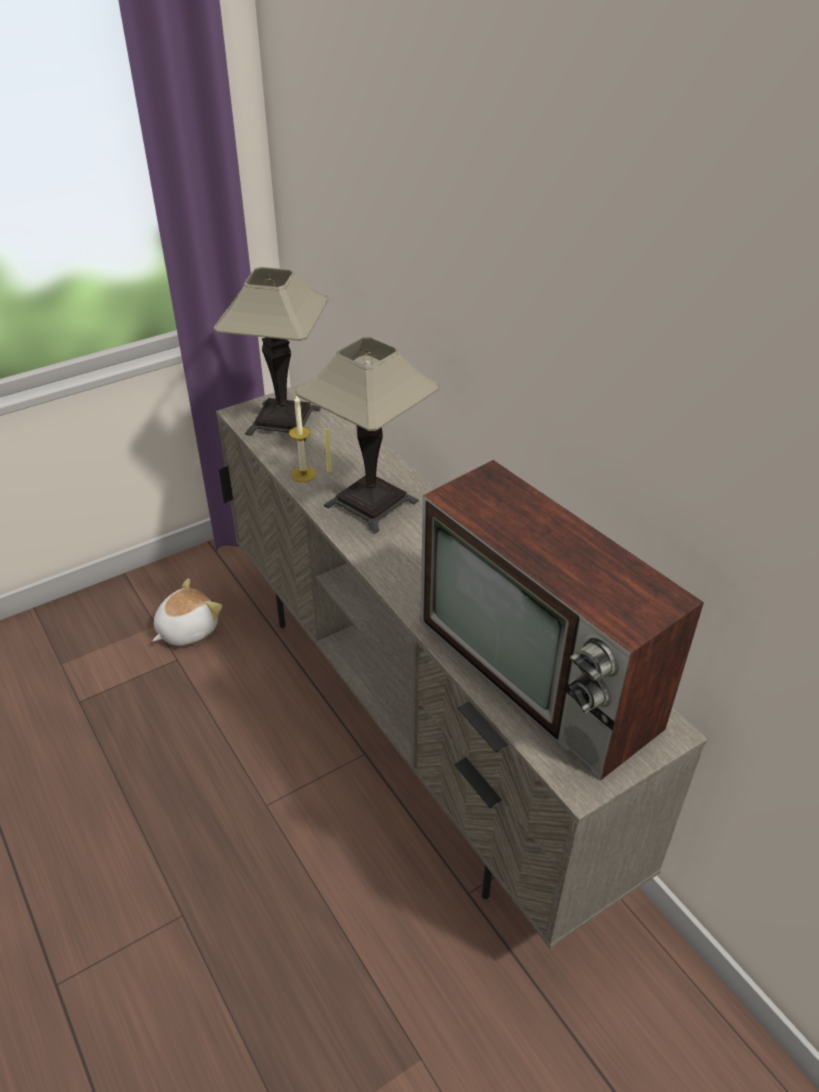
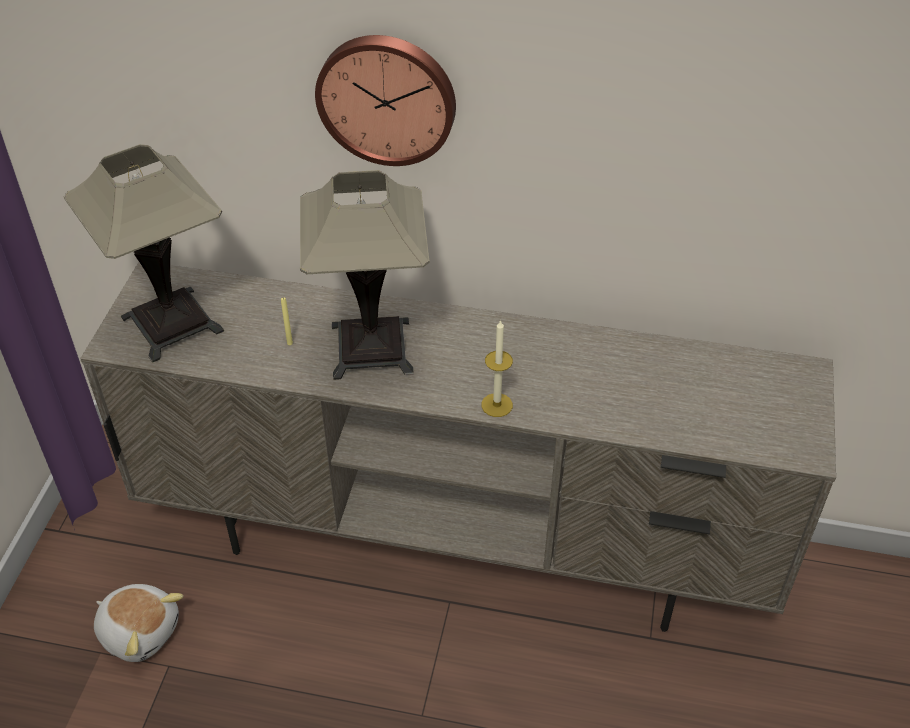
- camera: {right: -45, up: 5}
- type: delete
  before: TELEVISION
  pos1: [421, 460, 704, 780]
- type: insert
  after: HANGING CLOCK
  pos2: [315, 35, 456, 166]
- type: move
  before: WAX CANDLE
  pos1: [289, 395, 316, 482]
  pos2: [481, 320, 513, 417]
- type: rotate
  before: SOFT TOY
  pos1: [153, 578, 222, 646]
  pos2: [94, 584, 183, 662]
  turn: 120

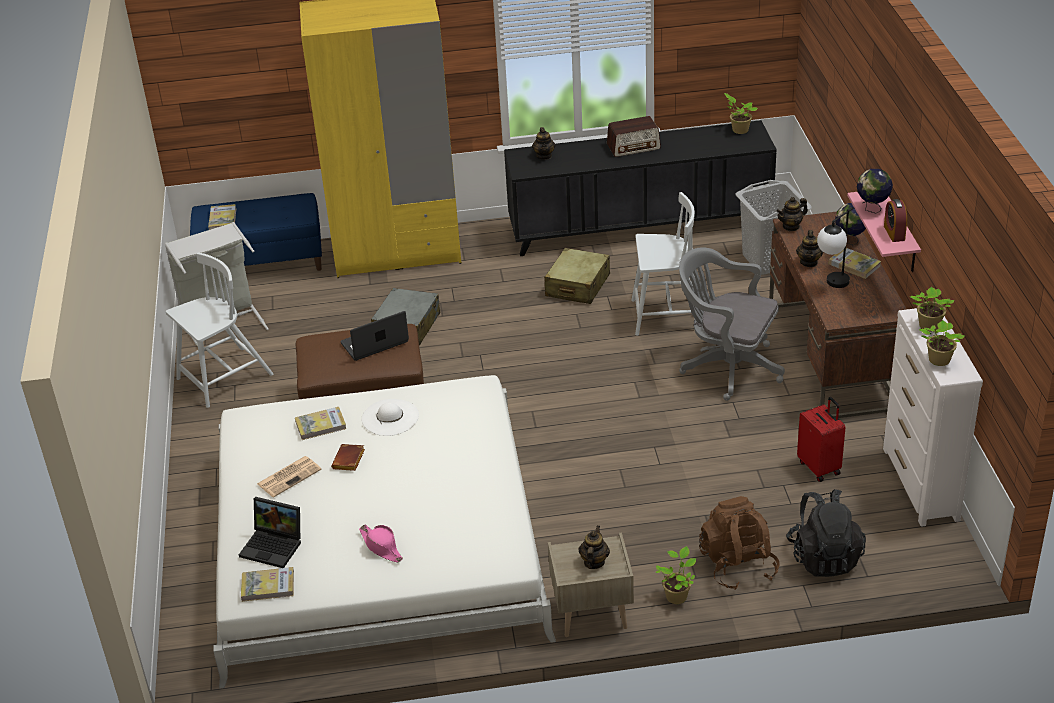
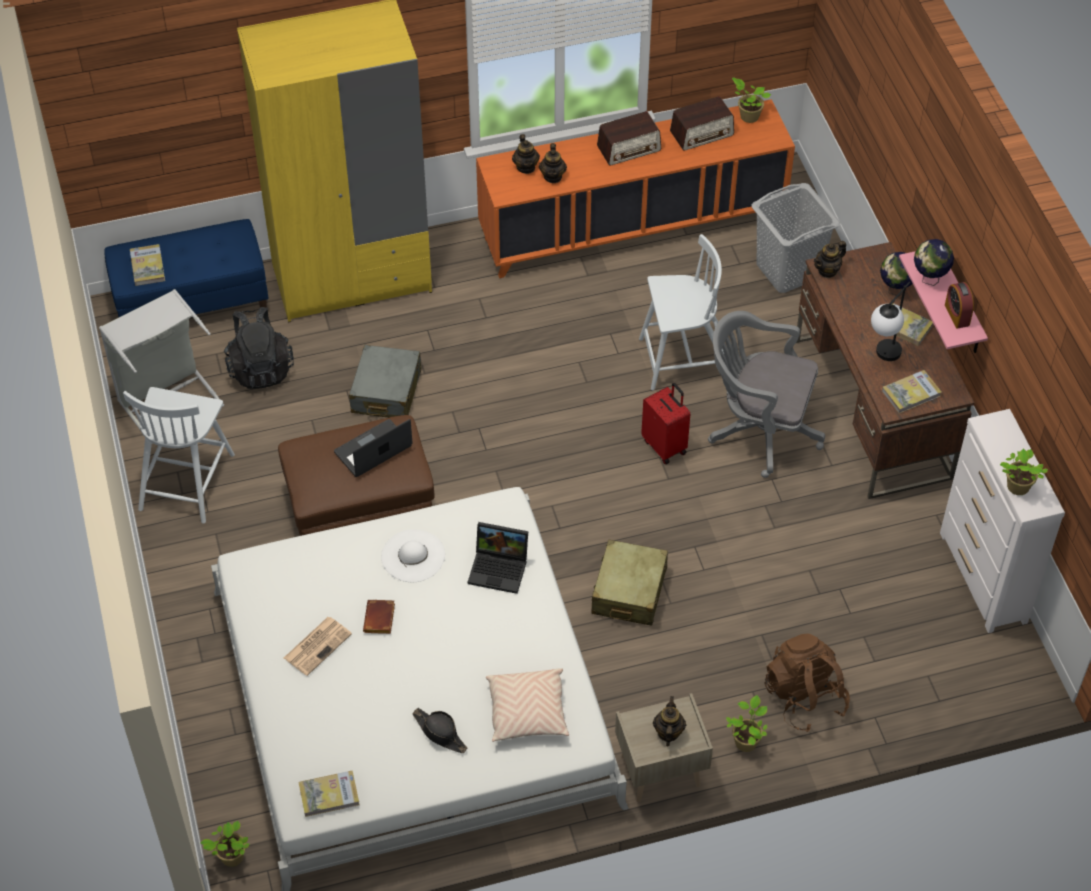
- camera: {right: -10, up: 15}
- type: insert
  after: BEIGE-COLOURED THROW PILLOW
  pos2: [486, 668, 569, 742]
- type: insert
  after: RADIO
  pos2: [670, 96, 734, 151]
- type: move
  before: NOTEBOOK COMPUTER
  pos1: [239, 497, 301, 568]
  pos2: [468, 522, 528, 594]
- type: move
  before: VOLUME
  pos1: [295, 407, 346, 440]
  pos2: [882, 370, 941, 414]
- type: move
  before: BEIGE-COLOURED TRAVEL CASE
  pos1: [544, 248, 610, 304]
  pos2: [591, 539, 668, 626]
- type: move
  before: BLACKISH BACKPACK
  pos1: [786, 489, 866, 577]
  pos2: [224, 307, 294, 389]
- type: move
  before: TEA POT
  pos1: [796, 230, 823, 267]
  pos2: [539, 143, 567, 183]
- type: move
  before: RED-COLOURED TRAVEL CASE
  pos1: [797, 397, 845, 482]
  pos2: [641, 383, 690, 464]
- type: move
  before: PLANT IN A POT
  pos1: [910, 287, 954, 331]
  pos2: [201, 821, 249, 867]
- type: recolor
  before: PINK-COLOURED HAT
  after: BLACKISH HAT
  pos1: [359, 524, 403, 562]
  pos2: [412, 708, 467, 753]
- type: recolor
  before: BLACKISH CABINET
  after: ORANGE-COLOURED CABINET
  pos1: [504, 120, 777, 256]
  pos2: [476, 99, 795, 278]
- type: rotate
  before: WHITE-COLOURED PLAIN CHAIR
  pos1: [166, 252, 274, 408]
  pos2: [123, 387, 235, 524]
  turn: 150

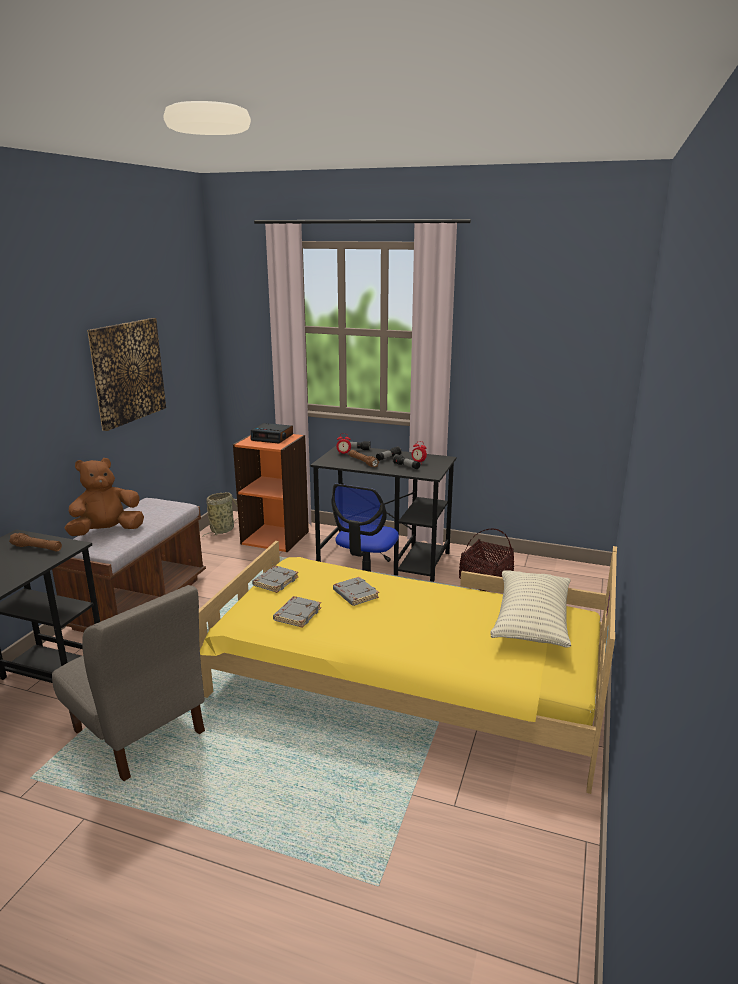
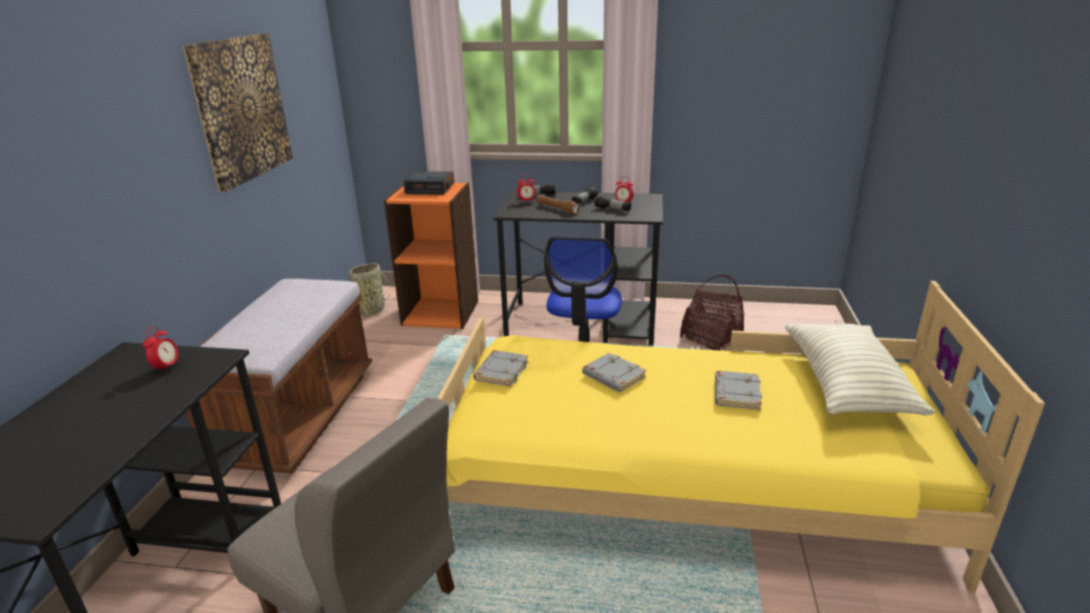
- camera: {right: -10, up: 5}
- type: delete
  before: BROWNISH SOFT TOY
  pos1: [64, 458, 144, 536]
- type: move
  before: GREYISH VOLUME
  pos1: [273, 596, 321, 628]
  pos2: [715, 371, 762, 410]
- type: replace
  before: BROWNISH FLASHLIGHT
  after: TABLE CLOCK
  pos1: [9, 533, 62, 551]
  pos2: [143, 327, 180, 373]

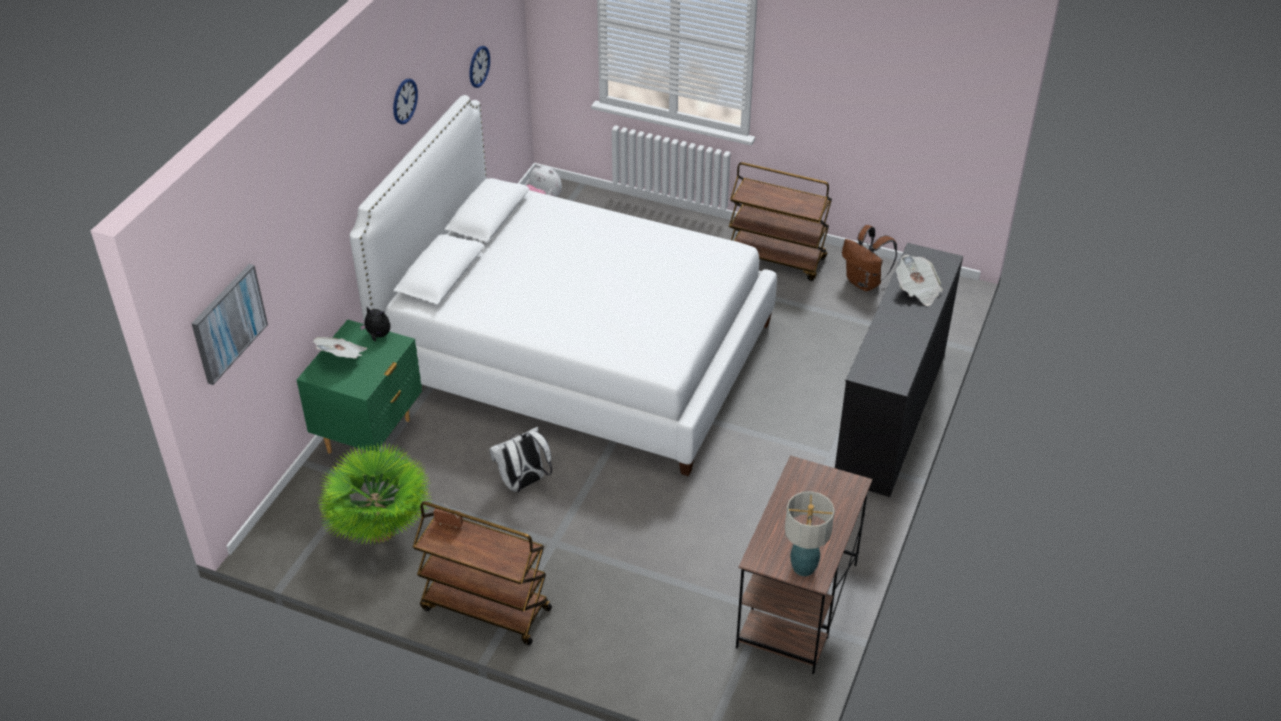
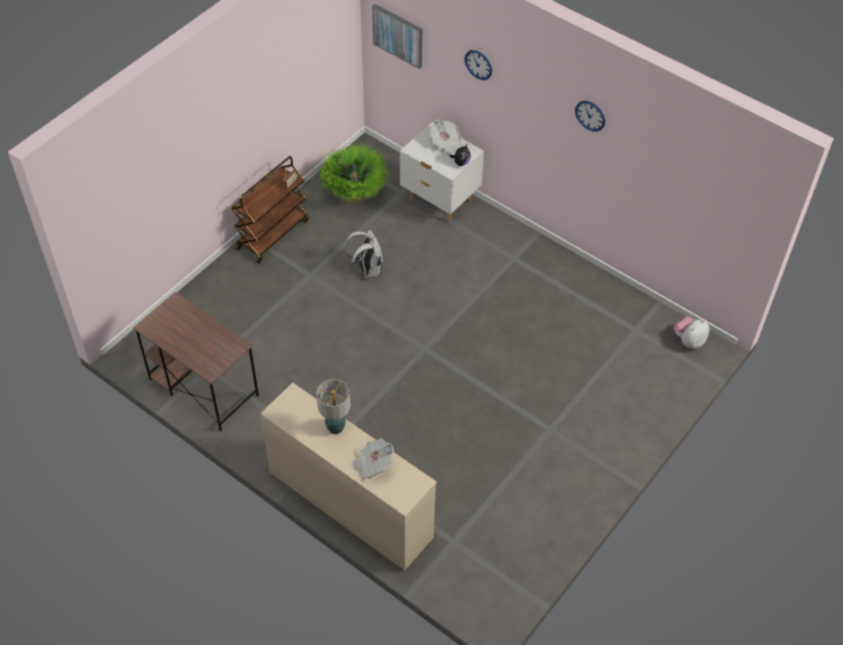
- camera: {right: 105, up: 10}
- type: delete
  before: WHITE-COLOURED SLEEPING BED
  pos1: [350, 95, 777, 476]
- type: delete
  before: BROWNISH WHEELED CART
  pos1: [729, 162, 832, 281]
- type: delete
  before: BROWNISH BACKPACK
  pos1: [842, 225, 897, 291]
- type: move
  before: HANGING CLOCK
  pos1: [470, 46, 490, 88]
  pos2: [464, 50, 492, 80]
- type: move
  before: TABLETOP LAMP
  pos1: [785, 491, 835, 576]
  pos2: [316, 379, 351, 434]
- type: recolor
  before: GREENISH NIGHTSTAND
  after: WHITE-COLOURED NIGHTSTAND
  pos1: [297, 320, 422, 454]
  pos2: [400, 122, 484, 222]
- type: recolor
  before: BLACKISH CHEST OF DRAWERS
  after: BEIGE-COLOURED CHEST OF DRAWERS
  pos1: [835, 243, 963, 497]
  pos2: [260, 383, 437, 571]

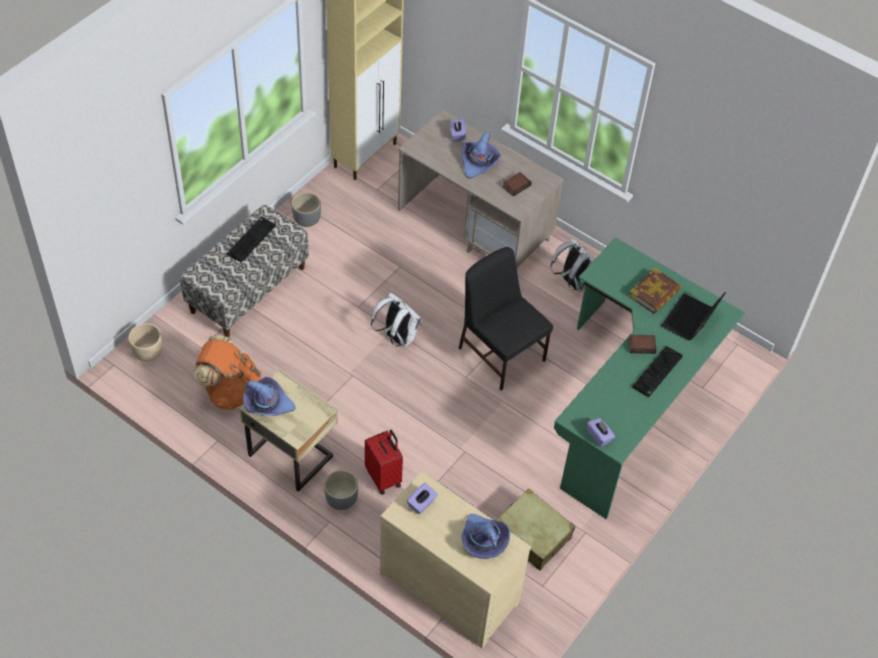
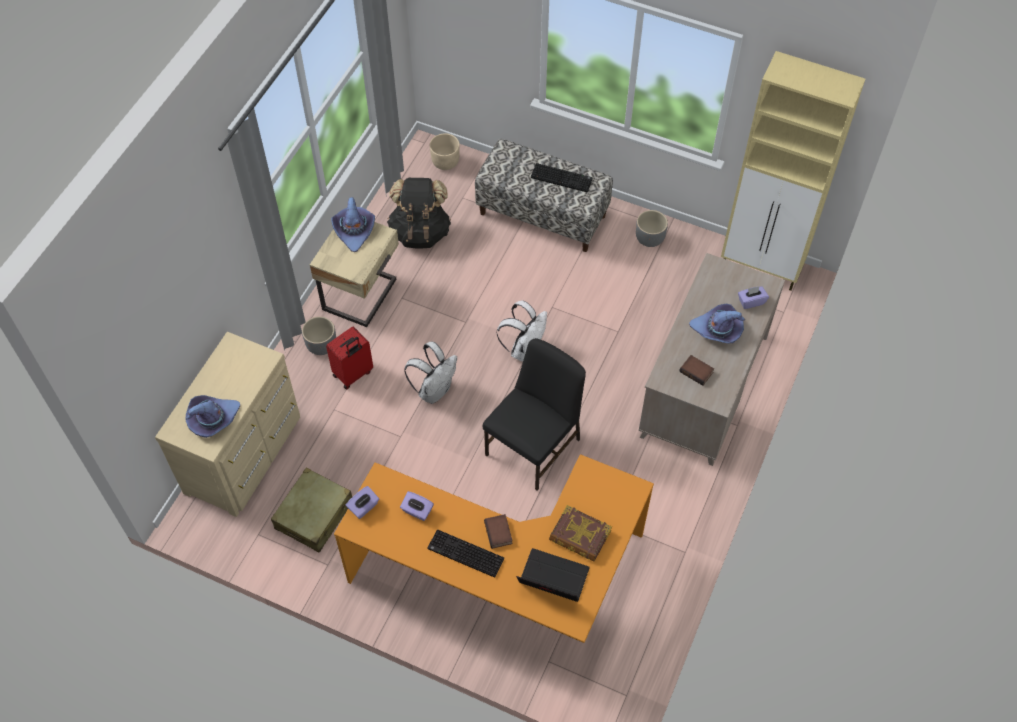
- camera: {right: 80, up: 5}
- type: move
  before: PURPLISH BOX OF TISSUES
  pos1: [407, 483, 438, 514]
  pos2: [400, 491, 434, 521]
- type: move
  before: WHITE-COLOURED BACKPACK
  pos1: [550, 238, 595, 292]
  pos2: [404, 342, 457, 404]
- type: recolor
  before: ORANGE-COLOURED BACKPACK
  after: BLACKISH BACKPACK
  pos1: [194, 336, 262, 410]
  pos2: [387, 178, 451, 249]
- type: recolor
  before: GREENISH DESK
  after: ORANGE-COLOURED DESK
  pos1: [554, 238, 745, 519]
  pos2: [334, 454, 654, 643]

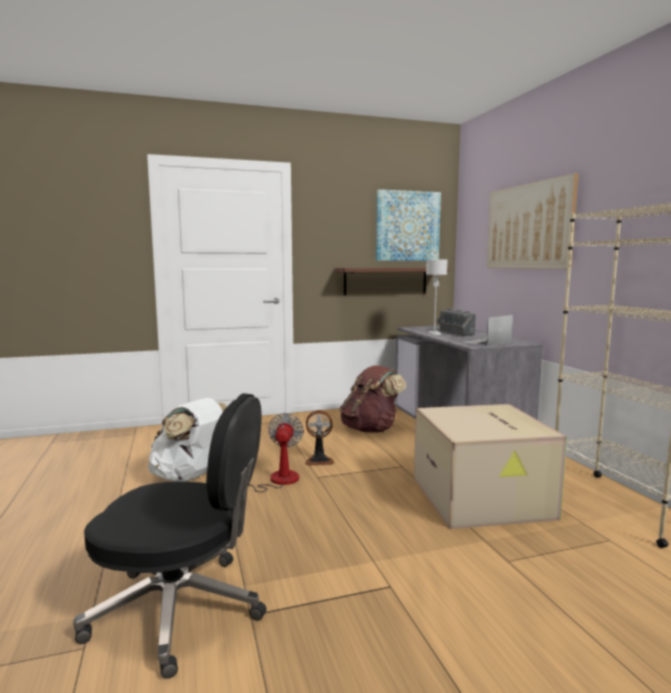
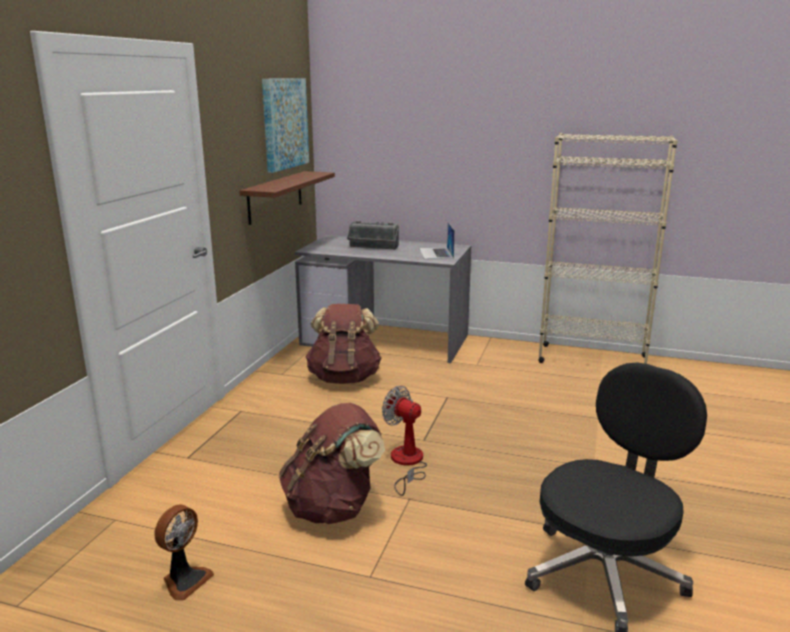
- camera: {right: -55, up: 10}
- type: delete
  before: CARDBOARD BOX
  pos1: [414, 404, 567, 529]
- type: delete
  before: GREYISH TABLETOP LAMP
  pos1: [426, 260, 447, 335]
- type: delete
  before: WALL PICTURE
  pos1: [487, 173, 579, 269]
- type: move
  before: FAN
  pos1: [305, 410, 335, 466]
  pos2: [154, 504, 214, 601]
- type: recolor
  before: WHITE-COLOURED BACKPACK
  after: BROWNISH BACKPACK
  pos1: [148, 398, 227, 482]
  pos2: [279, 403, 385, 524]

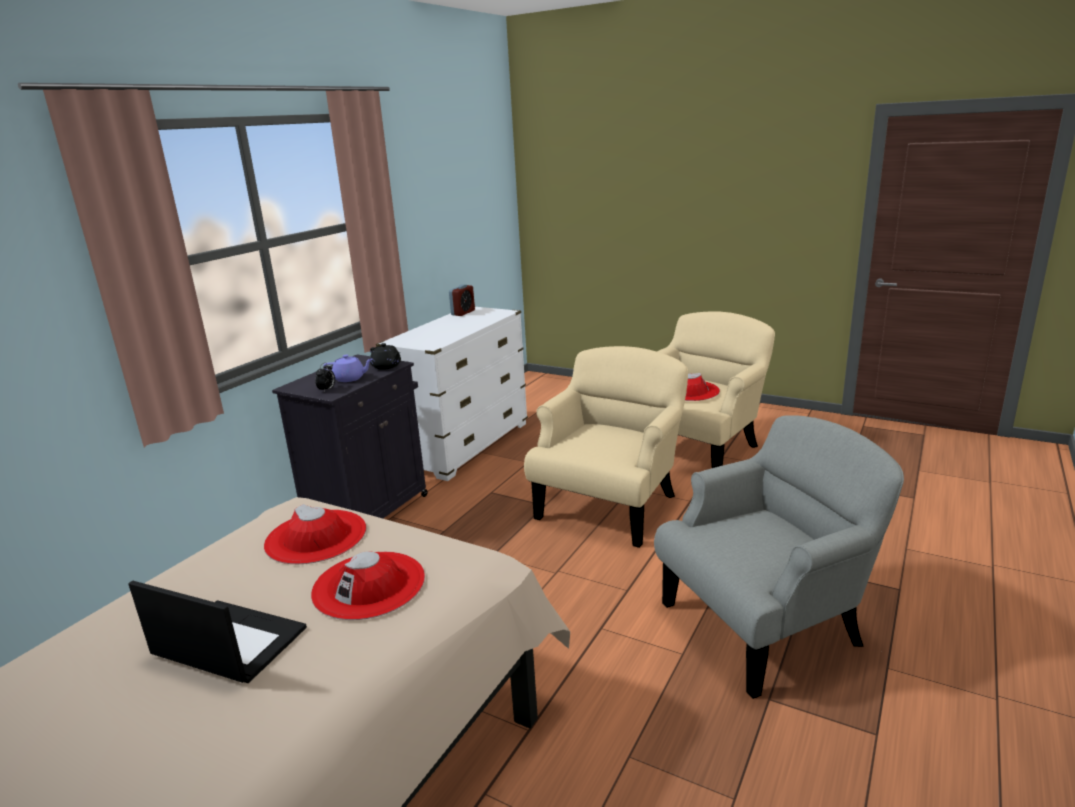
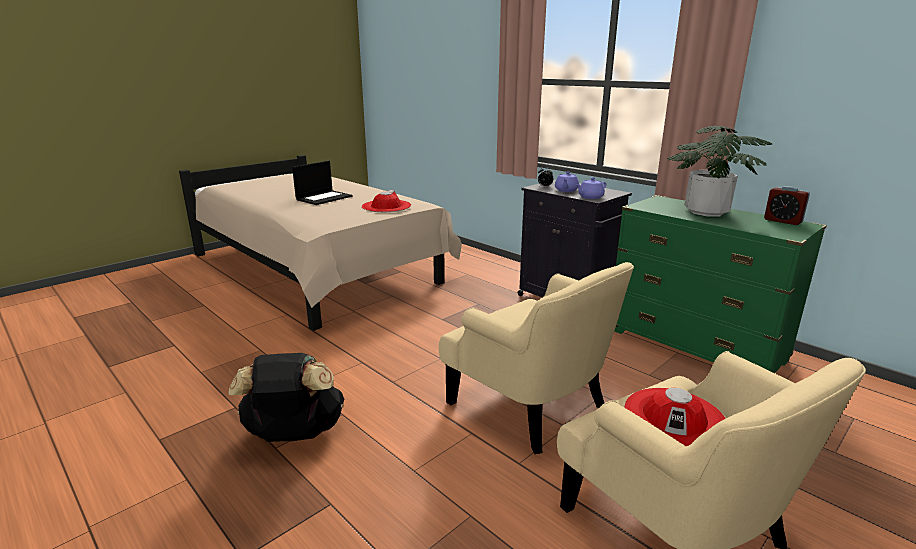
- camera: {right: 105, up: 0}
- type: delete
  before: RED-COLOURED HAT
  pos1: [311, 551, 425, 620]
- type: insert
  after: PLANT IN A POT
  pos2: [667, 126, 773, 217]
- type: replace
  before: GREYISH LOUNGE CHAIR
  after: BLACKISH BACKPACK
  pos1: [654, 415, 904, 699]
  pos2: [229, 353, 344, 442]
- type: recolor
  before: BLACKISH TEA POT
  after: PURPLISH TEA POT
  pos1: [370, 343, 401, 370]
  pos2: [576, 177, 606, 199]
- type: recolor
  before: WHITE-COLOURED CHEST OF DRAWERS
  after: GREENISH CHEST OF DRAWERS
  pos1: [376, 306, 528, 481]
  pos2: [614, 195, 827, 373]

